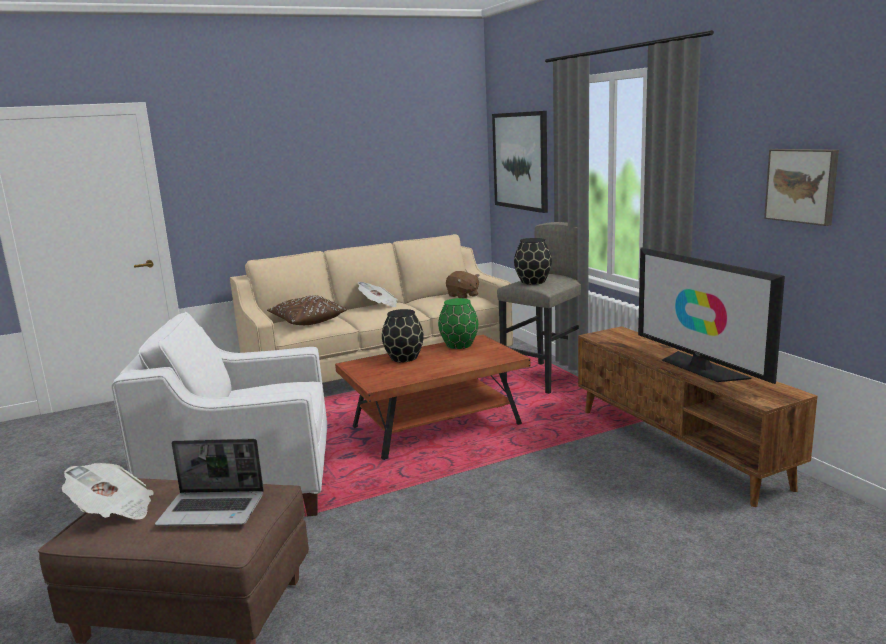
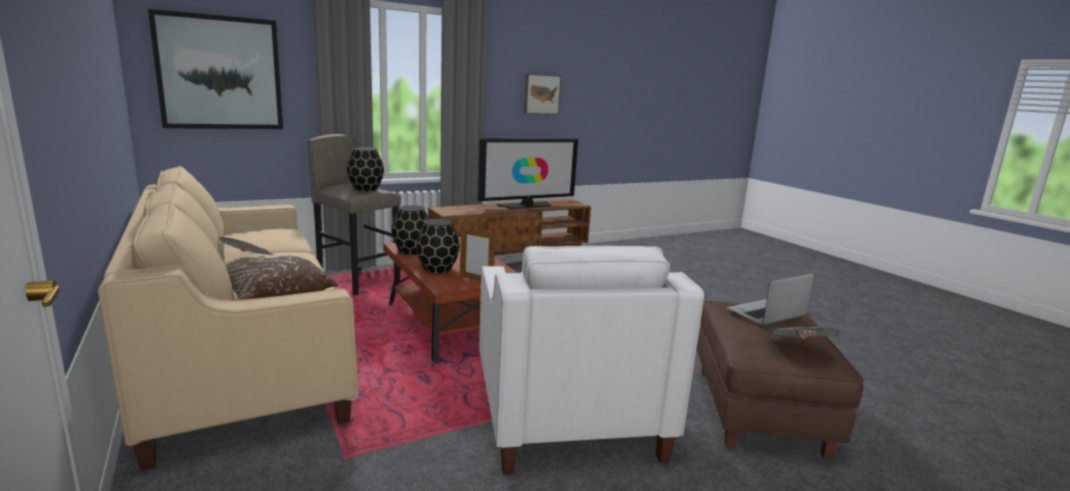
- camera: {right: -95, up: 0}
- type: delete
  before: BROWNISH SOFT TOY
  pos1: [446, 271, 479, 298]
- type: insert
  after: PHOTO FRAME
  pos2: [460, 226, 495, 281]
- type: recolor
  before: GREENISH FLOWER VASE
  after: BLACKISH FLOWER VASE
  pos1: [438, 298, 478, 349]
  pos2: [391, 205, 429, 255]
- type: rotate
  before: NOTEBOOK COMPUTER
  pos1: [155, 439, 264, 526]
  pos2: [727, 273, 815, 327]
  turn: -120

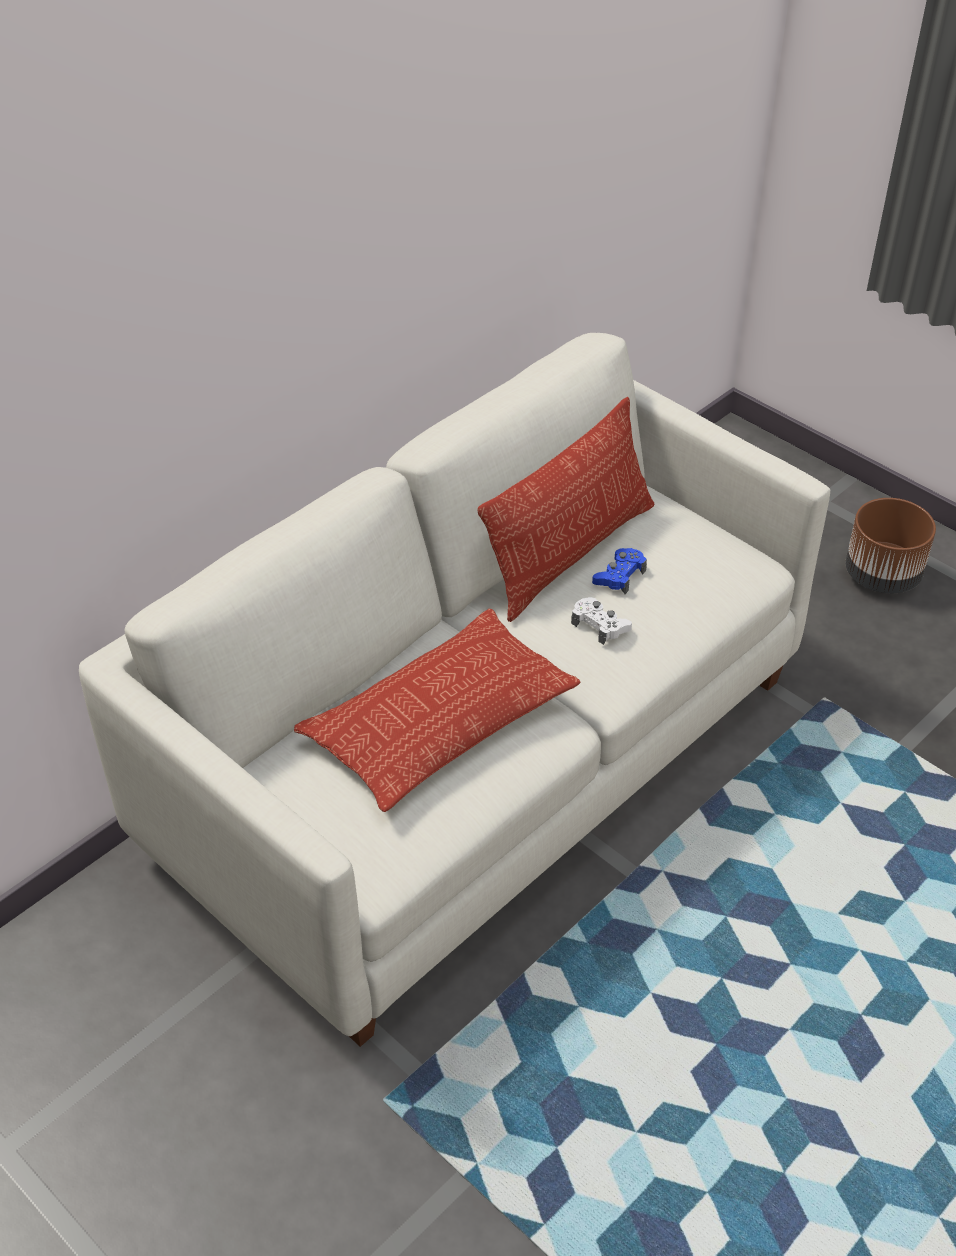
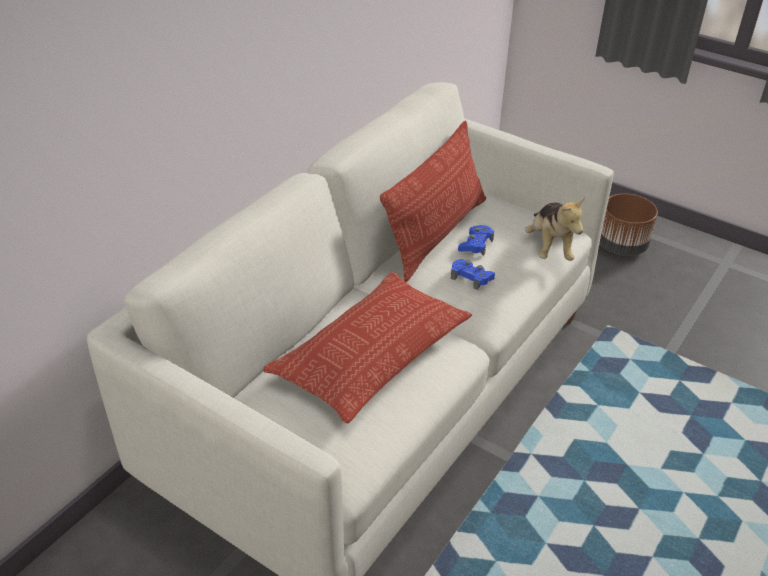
- camera: {right: -10, up: -5}
- type: insert
  after: SOFT TOY
  pos2: [525, 197, 585, 261]
- type: recolor
  before: WHITE-COLOURED GAME CONTROLLER
  after: BLUE GAME CONTROLLER
  pos1: [571, 597, 632, 645]
  pos2: [451, 259, 495, 290]

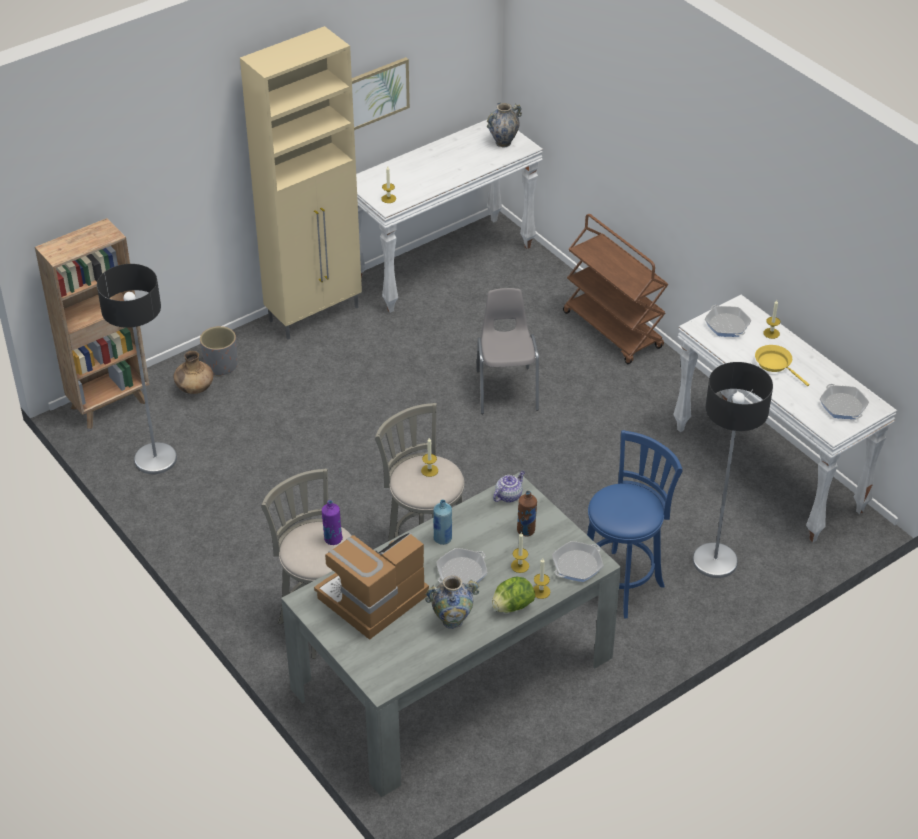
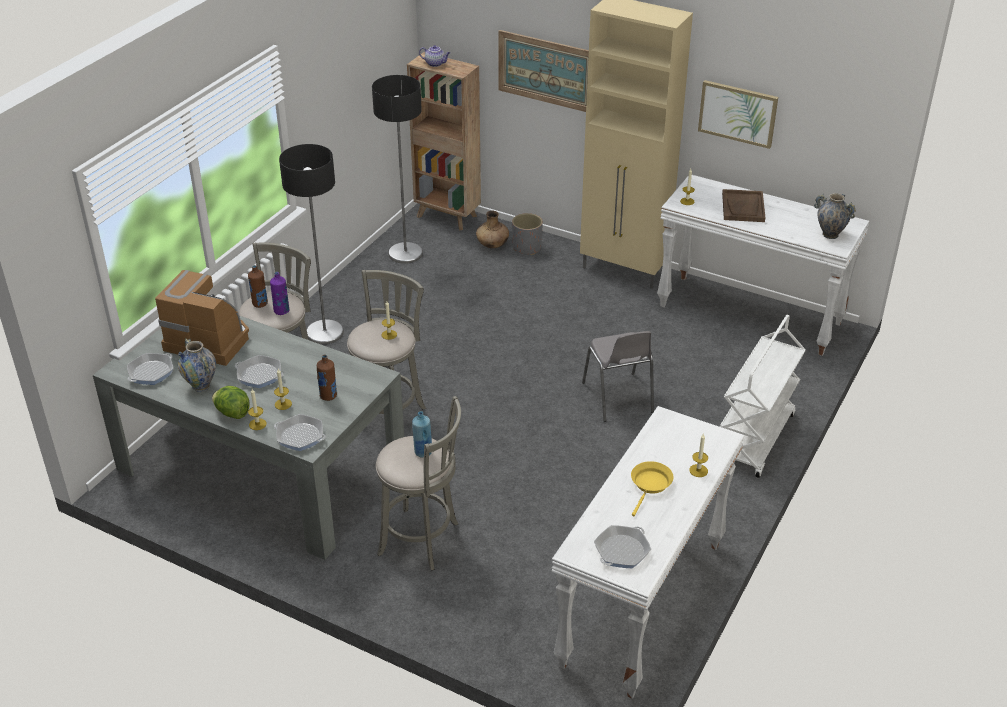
- camera: {right: 65, up: -5}
- type: insert
  after: BROWNISH BEVERAGE BOTTLE
  pos2: [248, 265, 268, 308]
- type: insert
  after: WALL PICTURE
  pos2: [498, 30, 589, 112]
- type: insert
  after: BROWNISH TRAY
  pos2: [722, 189, 765, 222]
- type: move
  before: BLUE BEVERAGE BOTTLE
  pos1: [433, 500, 452, 545]
  pos2: [412, 411, 432, 458]
- type: move
  before: TEA POT
  pos1: [493, 471, 525, 503]
  pos2: [419, 45, 450, 67]
- type: move
  before: STANDARD LAMP
  pos1: [693, 362, 773, 578]
  pos2: [279, 144, 344, 344]
- type: move
  before: SKILLET
  pos1: [705, 305, 752, 337]
  pos2: [127, 353, 173, 385]
- type: recolor
  before: BROWNISH WHEELED CART
  after: WHITE-COLOURED WHEELED CART
  pos1: [563, 214, 668, 364]
  pos2: [720, 315, 806, 478]
- type: recolor
  before: BLUE STOOL SEAT
  after: GREYISH STOOL SEAT
  pos1: [587, 430, 682, 618]
  pos2: [376, 396, 461, 571]
- type: rotate
  before: GREYISH PLAIN CHAIR
  pos1: [477, 288, 539, 414]
  pos2: [582, 331, 654, 422]
  turn: 105

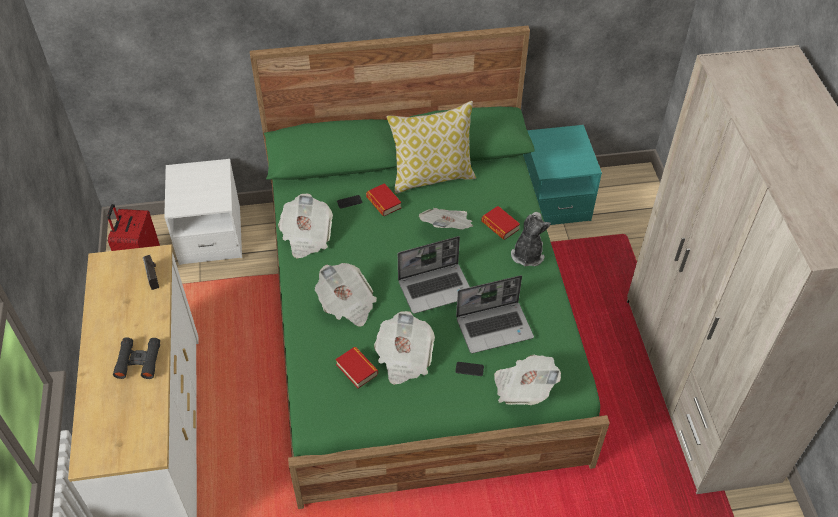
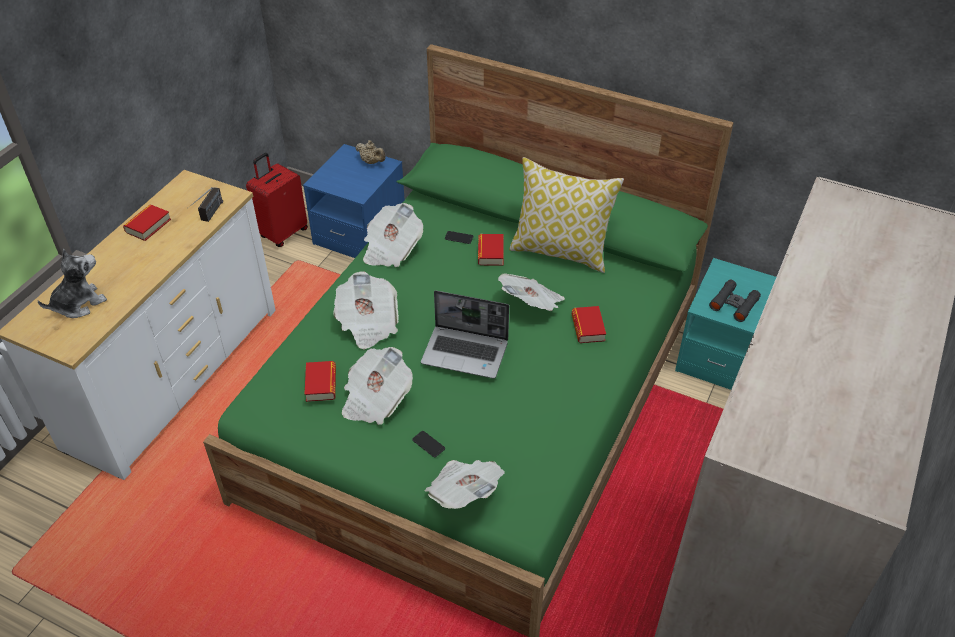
- camera: {right: 35, up: -5}
- type: delete
  before: NOTEBOOK COMPUTER
  pos1: [456, 275, 534, 353]
- type: insert
  after: VOLUME
  pos2: [123, 204, 171, 241]
- type: insert
  after: BEIGE-COLOURED TEA POT
  pos2: [355, 140, 386, 164]
- type: move
  before: BLACKISH FIELD GLASSES
  pos1: [113, 337, 160, 379]
  pos2: [709, 280, 761, 322]
- type: move
  before: SOFT TOY
  pos1: [511, 212, 551, 266]
  pos2: [38, 249, 107, 318]
- type: recolor
  before: WHITE-COLOURED NIGHTSTAND
  after: BLUE NIGHTSTAND
  pos1: [164, 159, 242, 265]
  pos2: [303, 144, 405, 258]

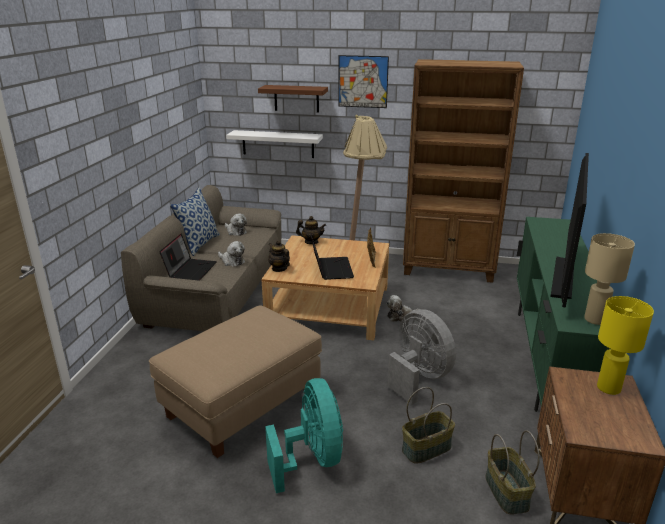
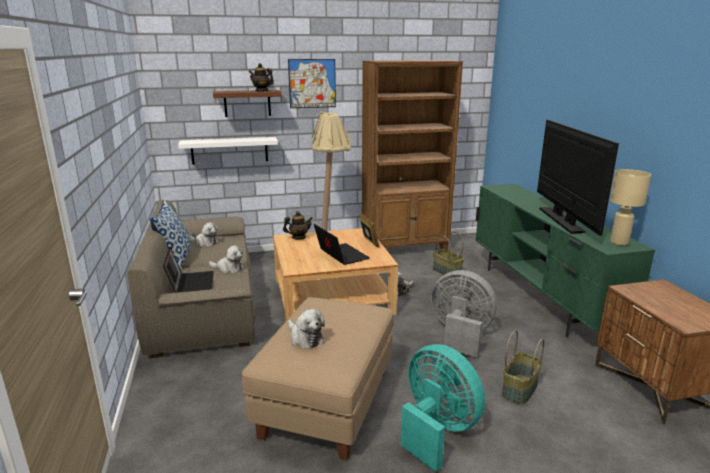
- camera: {right: -25, up: -5}
- type: delete
  before: YELLOWISH TABLETOP LAMP
  pos1: [597, 296, 654, 395]
- type: insert
  after: SOFT TOY
  pos2: [288, 309, 325, 349]
- type: move
  before: TEA POT
  pos1: [268, 240, 290, 272]
  pos2: [249, 63, 274, 92]
- type: move
  before: BASKET
  pos1: [485, 430, 540, 515]
  pos2: [433, 232, 464, 278]

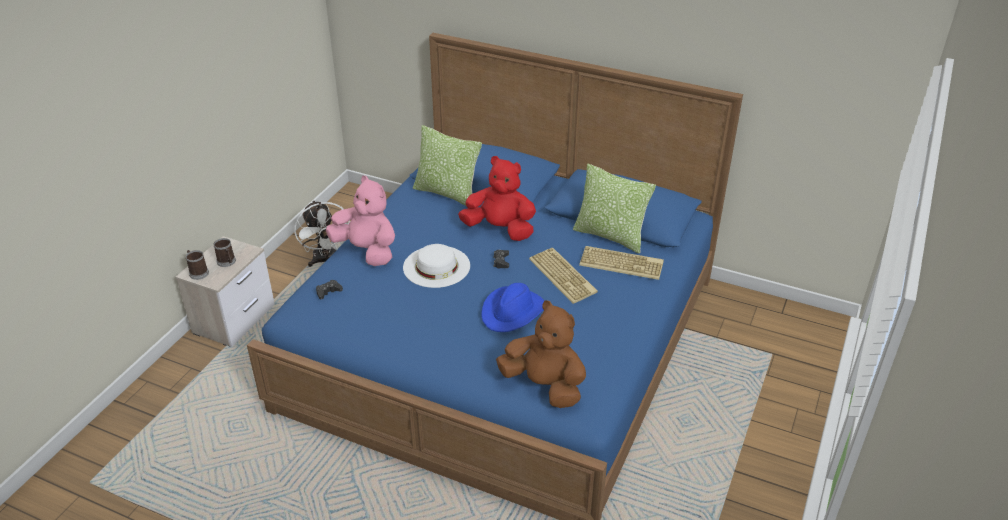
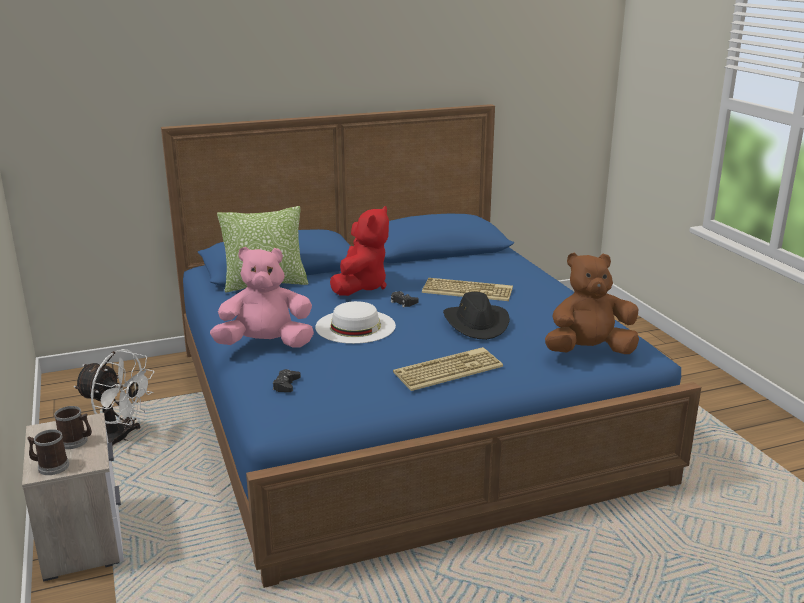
- camera: {right: -45, up: -15}
- type: delete
  before: THROW PILLOW
  pos1: [573, 164, 656, 254]
- type: move
  before: KEYBOARD
  pos1: [579, 246, 664, 280]
  pos2: [393, 347, 503, 391]
- type: recolor
  before: BLUE HAT
  after: BLACKISH HAT
  pos1: [481, 283, 544, 332]
  pos2: [443, 292, 510, 340]
- type: rotate
  before: RED-COLOURED SOFT TOY
  pos1: [458, 156, 536, 241]
  pos2: [330, 206, 389, 296]
  turn: 135

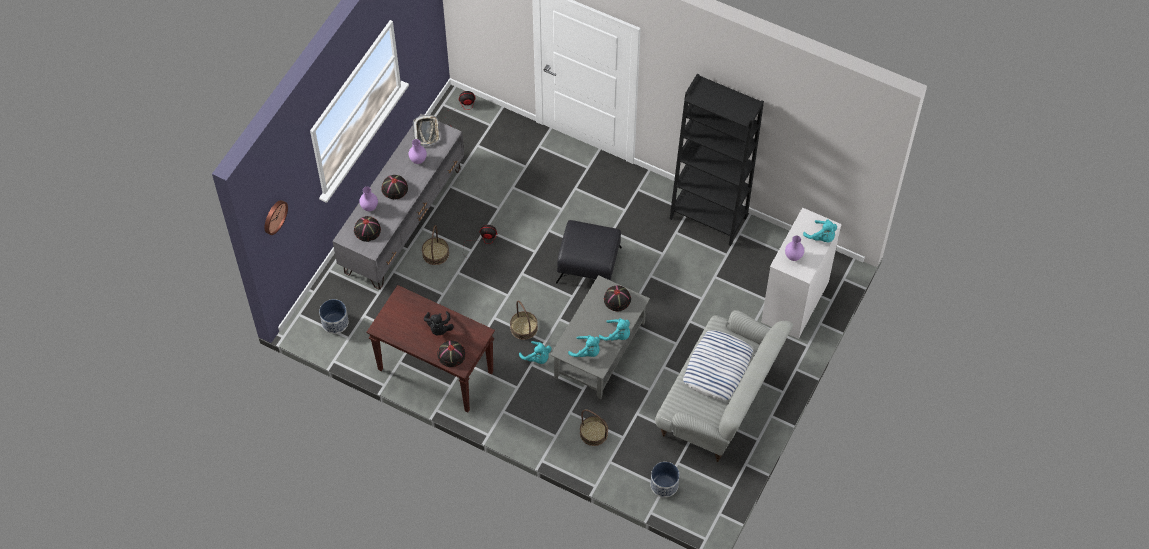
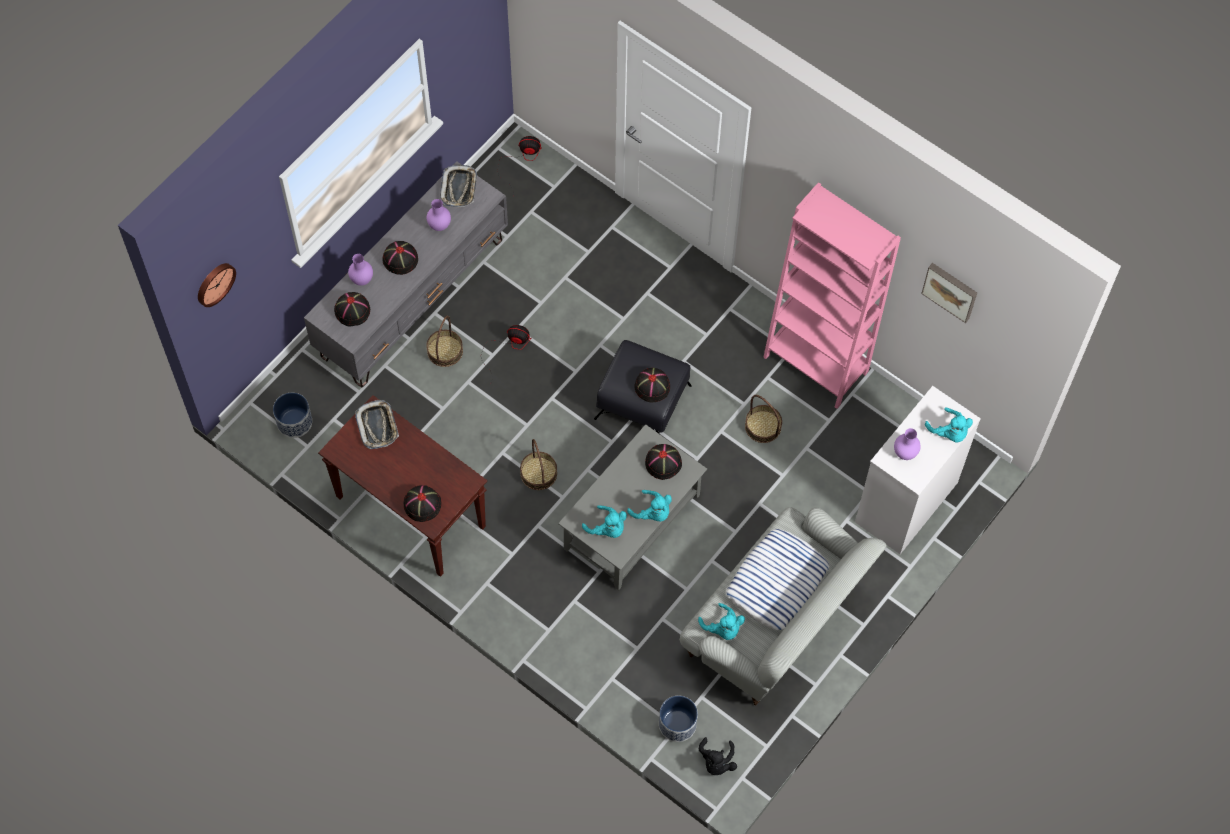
- camera: {right: 10, up: 5}
- type: insert
  after: TRAY
  pos2: [355, 400, 399, 449]
- type: insert
  after: BLACKISH HAT
  pos2: [634, 368, 670, 403]
- type: insert
  after: WALL PICTURE
  pos2: [921, 263, 977, 323]
- type: move
  before: BLACKISH SOFT TOY
  pos1: [424, 311, 454, 336]
  pos2: [699, 737, 737, 775]
- type: move
  before: TURQUOISE SOFT TOY
  pos1: [519, 341, 551, 364]
  pos2: [698, 603, 745, 640]
- type: move
  before: BASKET
  pos1: [580, 409, 608, 446]
  pos2: [745, 395, 782, 443]
- type: recolor
  before: BLACKISH BOOKCASE
  after: PINK-COLOURED BOOKCASE
  pos1: [670, 73, 764, 246]
  pos2: [763, 182, 901, 409]

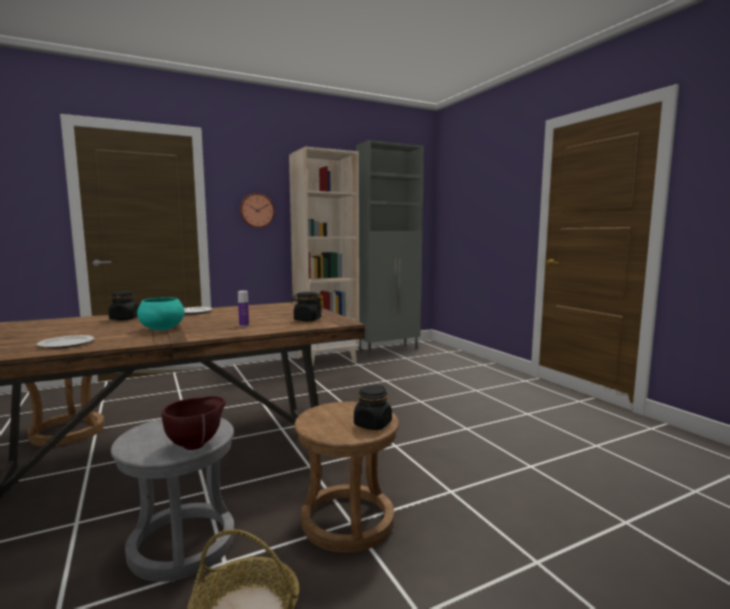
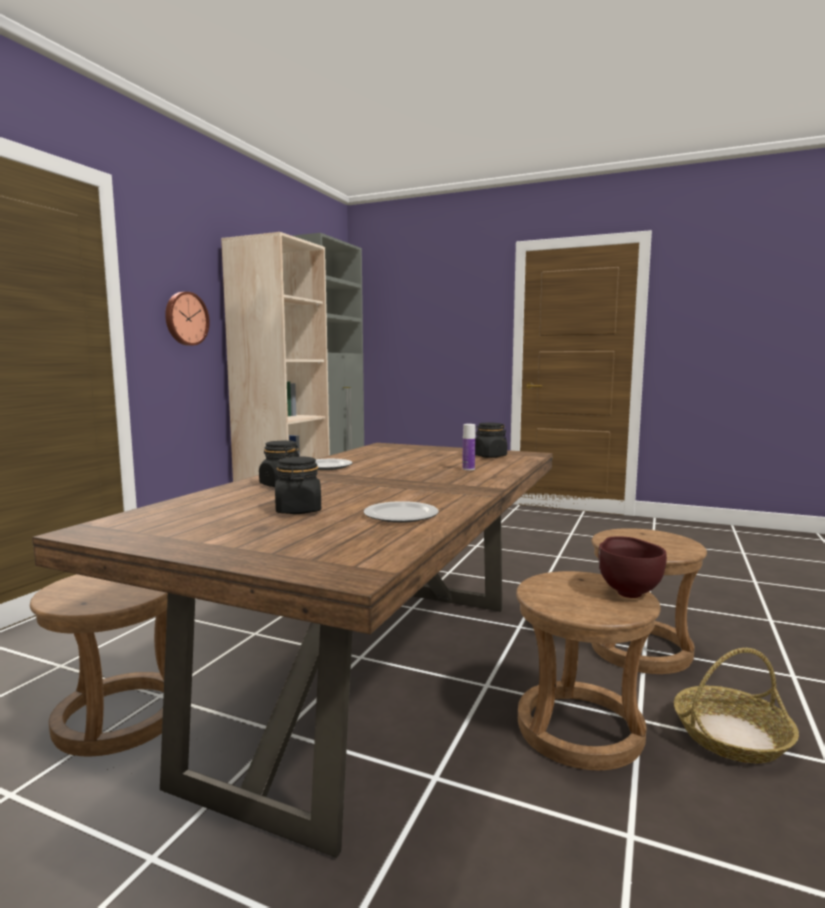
- camera: {right: -40, up: 0}
- type: delete
  before: TURQUOISE DEEP DISH
  pos1: [137, 297, 184, 330]
- type: move
  before: BLACKISH JAR
  pos1: [354, 385, 392, 430]
  pos2: [275, 457, 321, 514]
- type: recolor
  before: GREYISH STOOL SEAT
  after: BROWNISH STOOL SEAT
  pos1: [111, 418, 234, 582]
  pos2: [516, 571, 661, 770]

